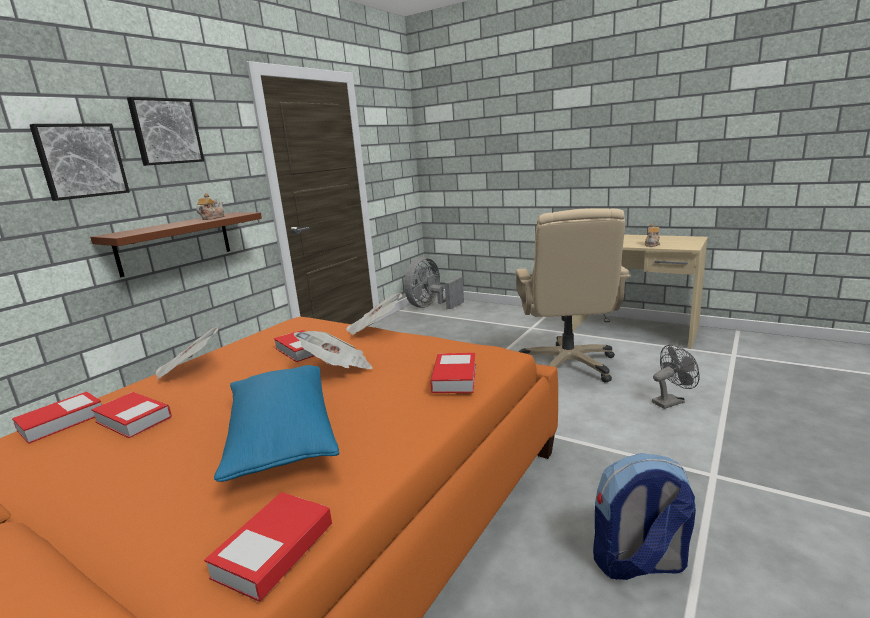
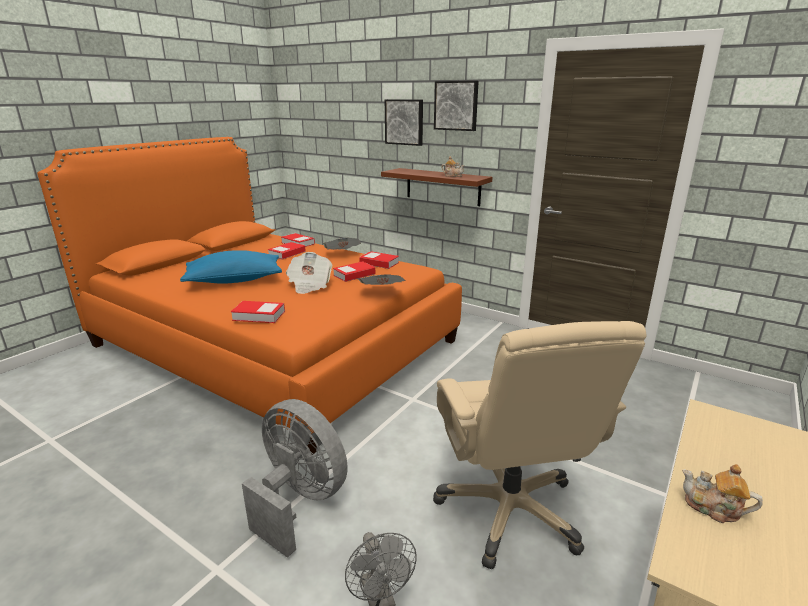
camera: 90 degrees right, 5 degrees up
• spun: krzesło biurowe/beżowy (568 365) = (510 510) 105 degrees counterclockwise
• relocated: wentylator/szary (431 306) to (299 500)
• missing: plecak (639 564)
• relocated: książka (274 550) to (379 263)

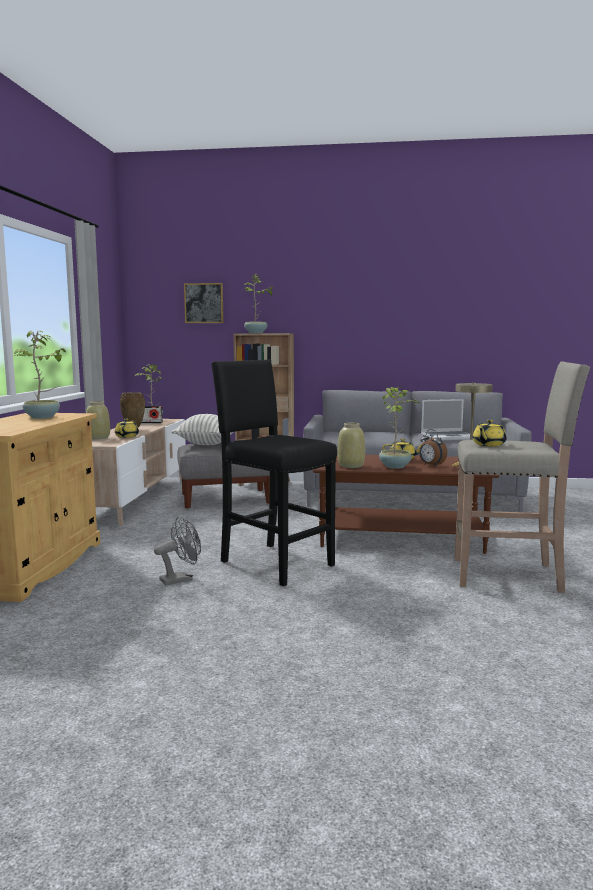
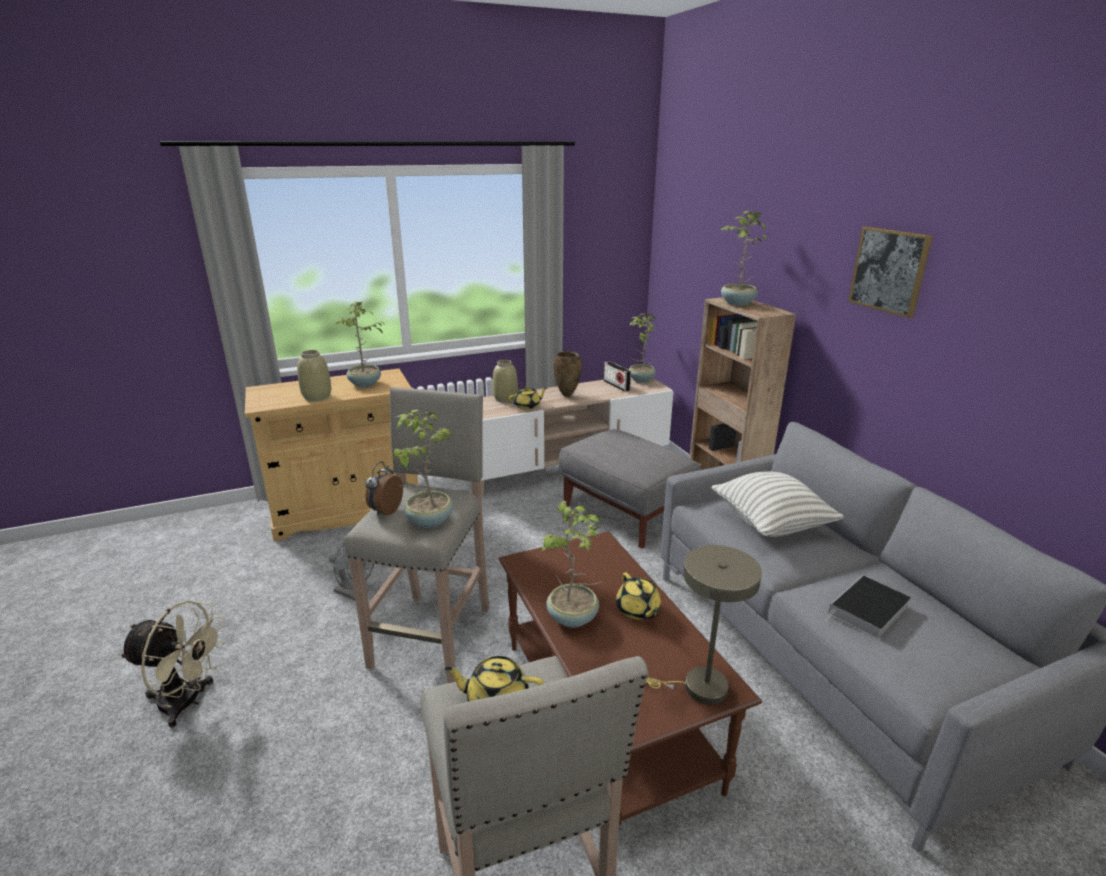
camera: 60 degrees right, 15 degrees up
• relocated: obraz (204 303) to (889 270)
• colour: stołek/czarny (275 563) to stołek/beżowy (434 634)
• exchanged: laptop (448 437) to książka (867 612)
• relocated: poduszka (207 444) to (771 524)
• relocated: wazon/beżowy (351 466) to (317 397)
• relocated: budzik (431 465) to (385 511)
• appeared: roślina doniczkowa (428 520)
• appeared: wentylator/beżowy (188 702)

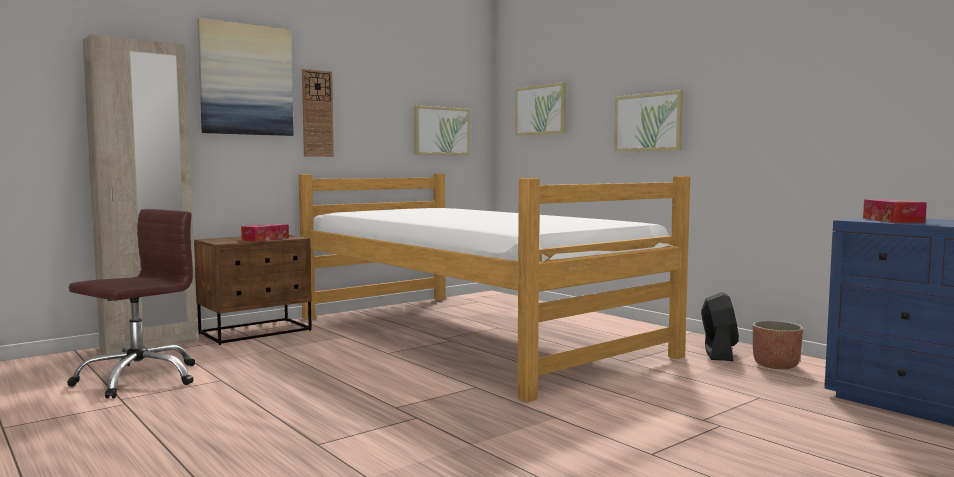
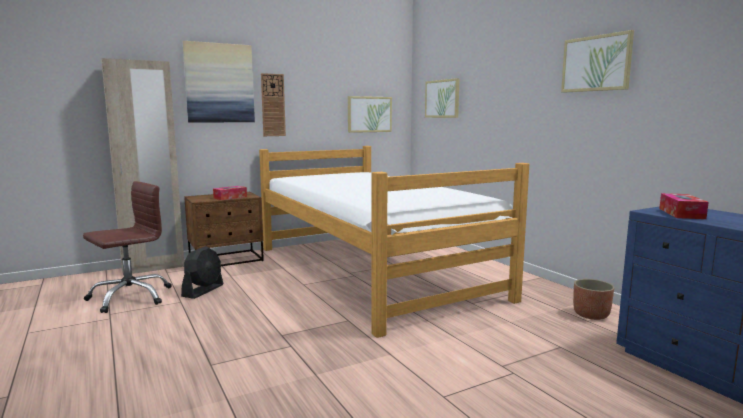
camera: 10 degrees right, 5 degrees up
• relocated: obraz (648 122) to (596 63)
• relocated: wentylator/czarny (718 353) to (203 290)

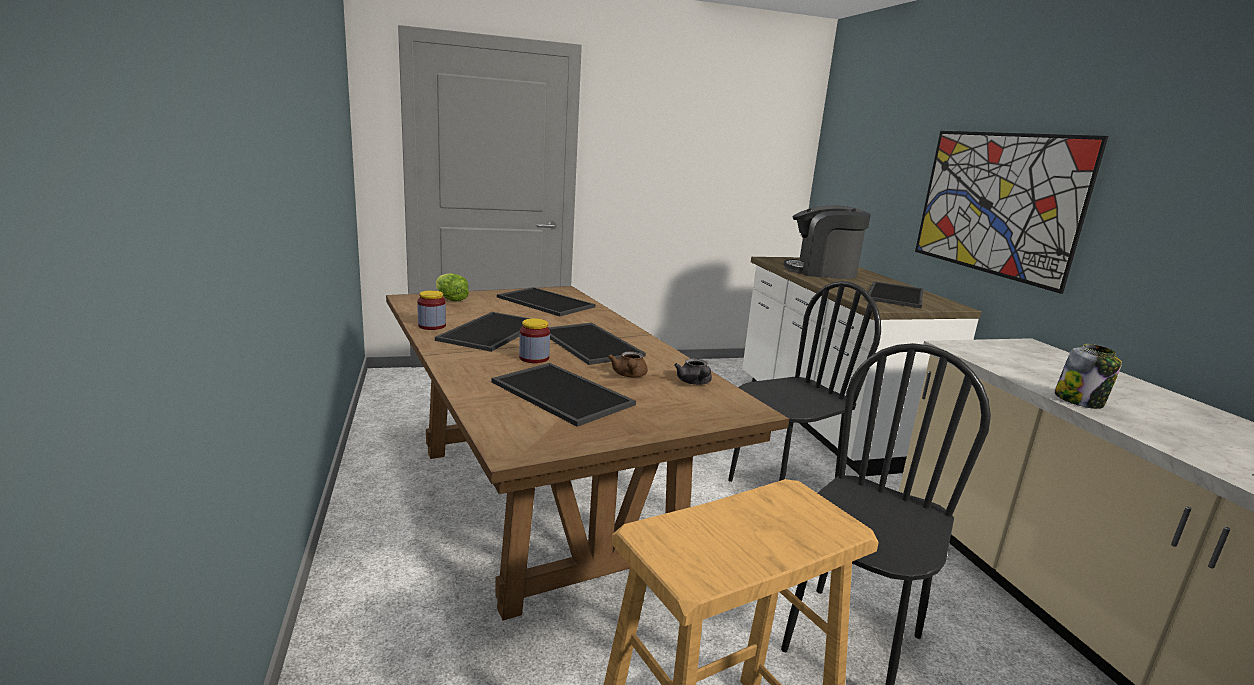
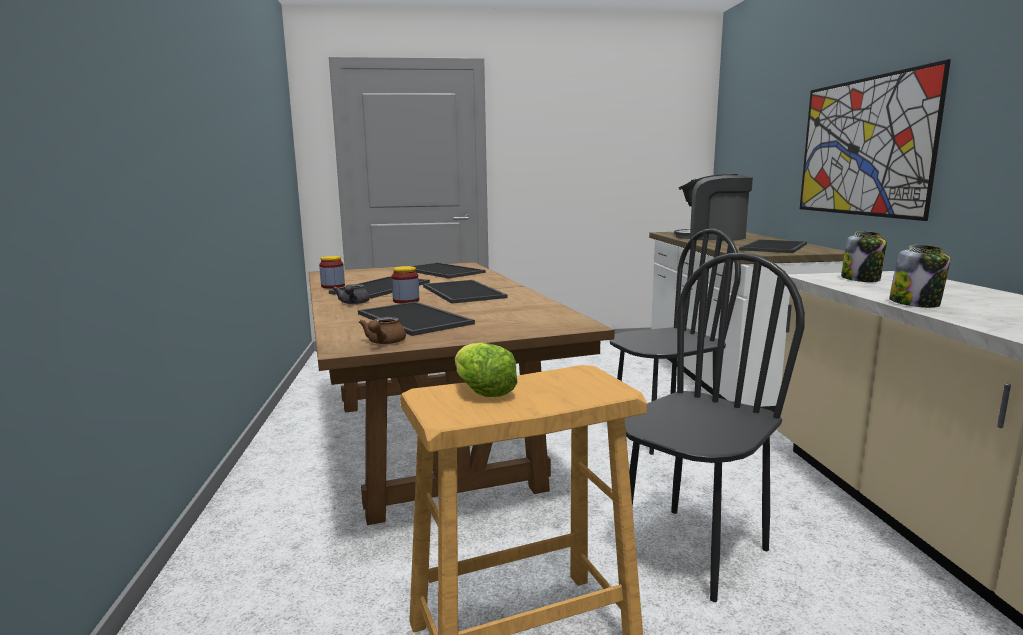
camera: 10 degrees right, 5 degrees down
• relocated: sałata (450 298) to (482 390)
• relocated: imbryk/brązowy (629 375) to (383 343)
• relocated: imbryk/szary (695 383) to (353 303)
• appeared: słoik (861 279)

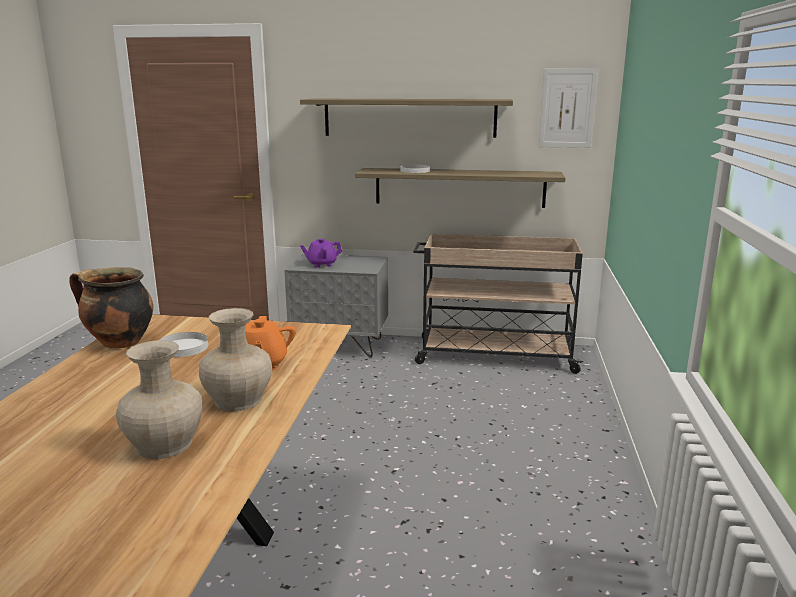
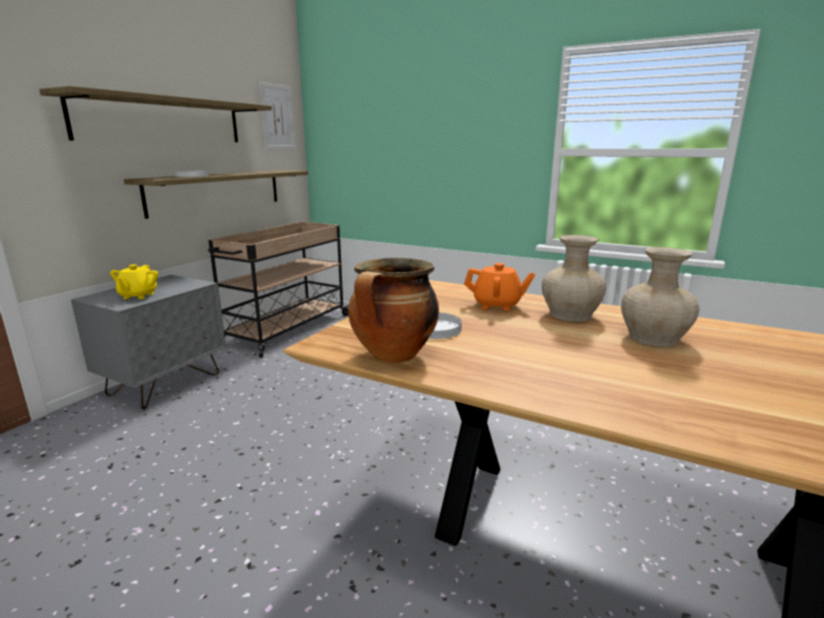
camera: 70 degrees left, 0 degrees up
• colour: imbryk/fioletowy (321 264) to imbryk/żółty (138 296)

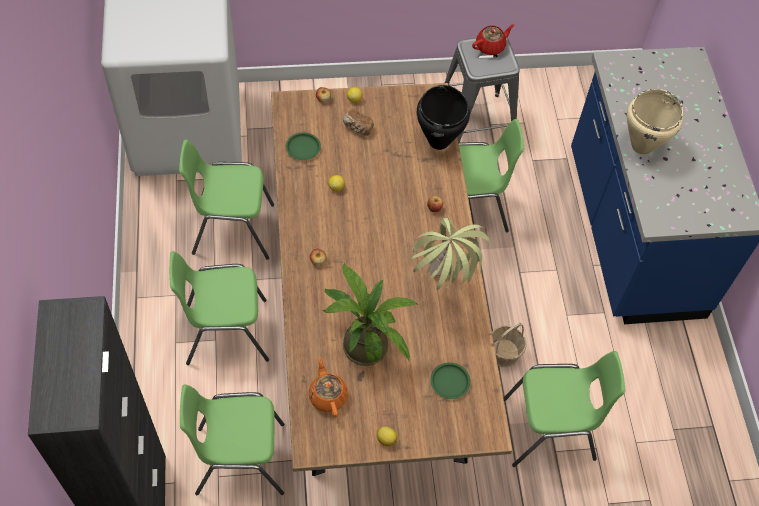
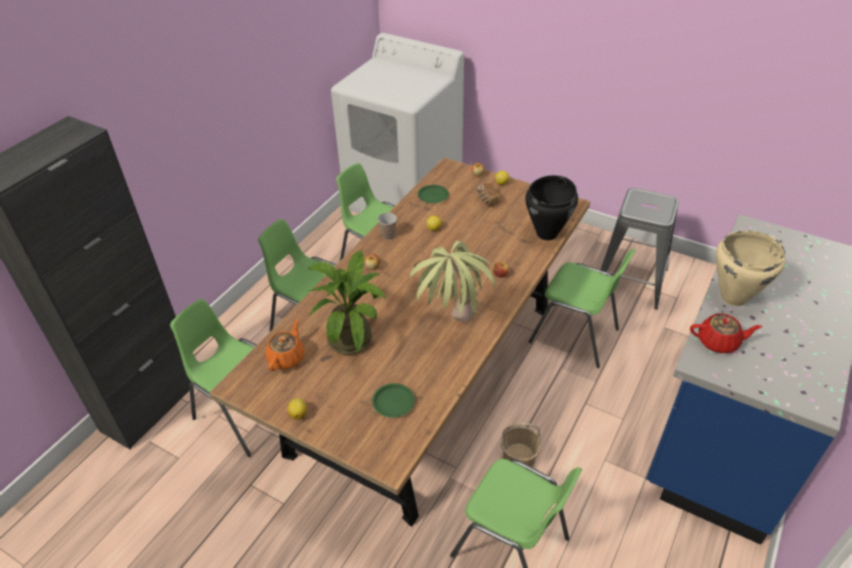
camera: 40 degrees right, 15 degrees down
• relocated: imbryk/czerwony (491 46) to (719 342)
• appeared: filiżanka (388 235)

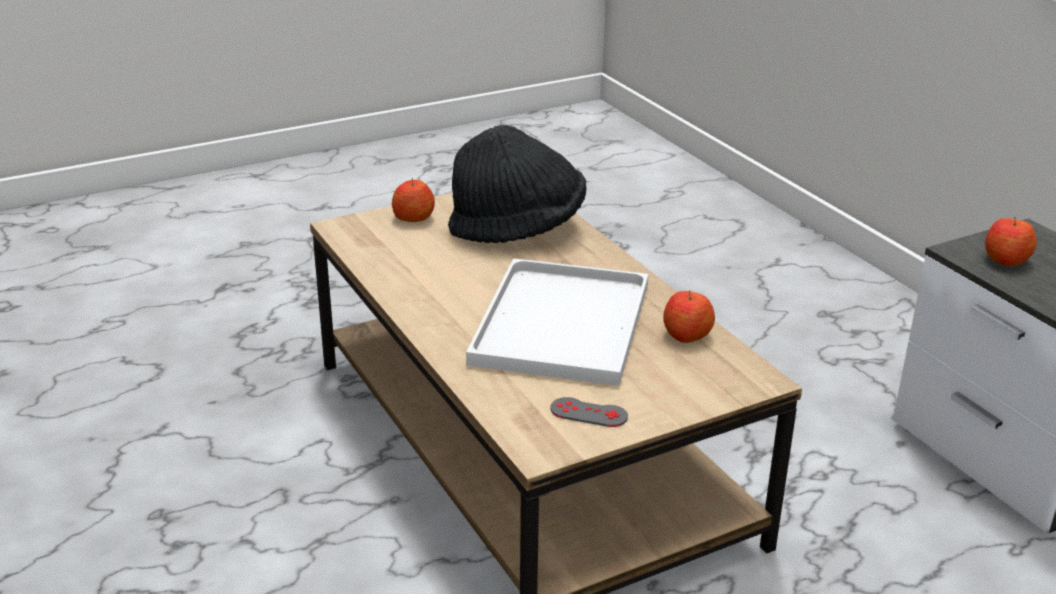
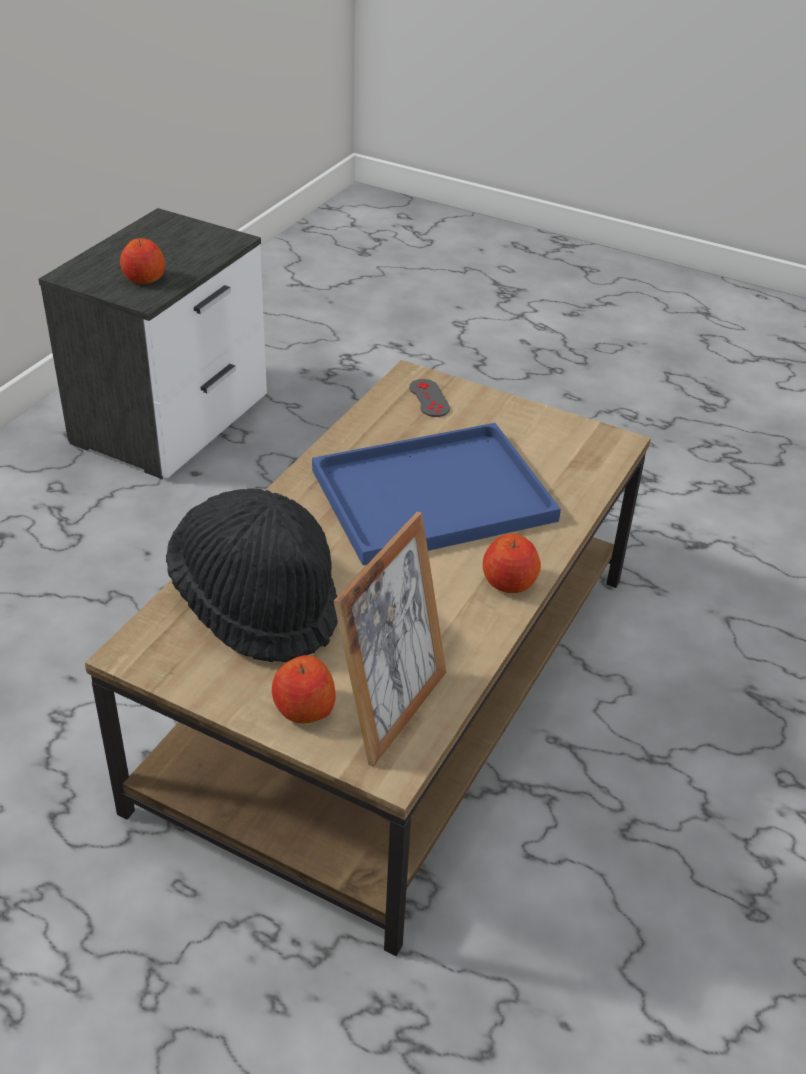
camera: 125 degrees left, 10 degrees up
• colour: taca/biały (560 321) to taca/niebieski (429 497)
• relocated: jabłko (686 335) to (509 582)
• relocated: pad do gier/szary (589 413) to (429 398)
• appeared: ramka na zdjęcie (392 709)

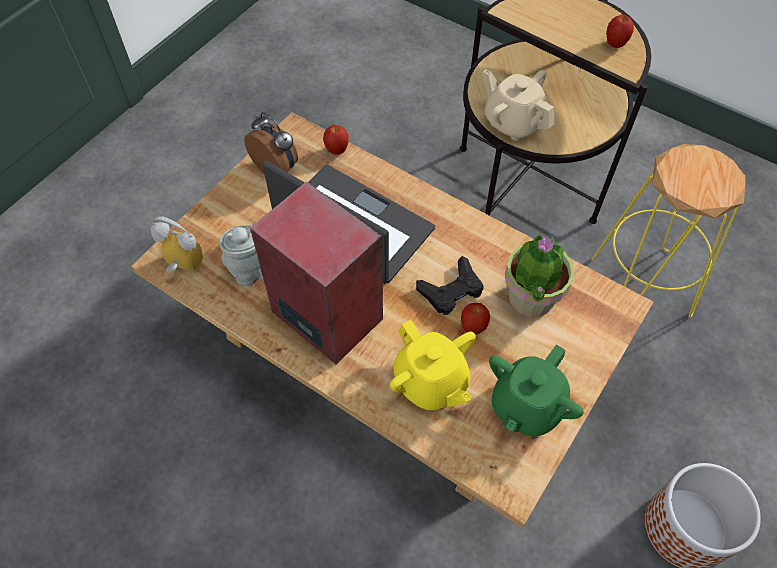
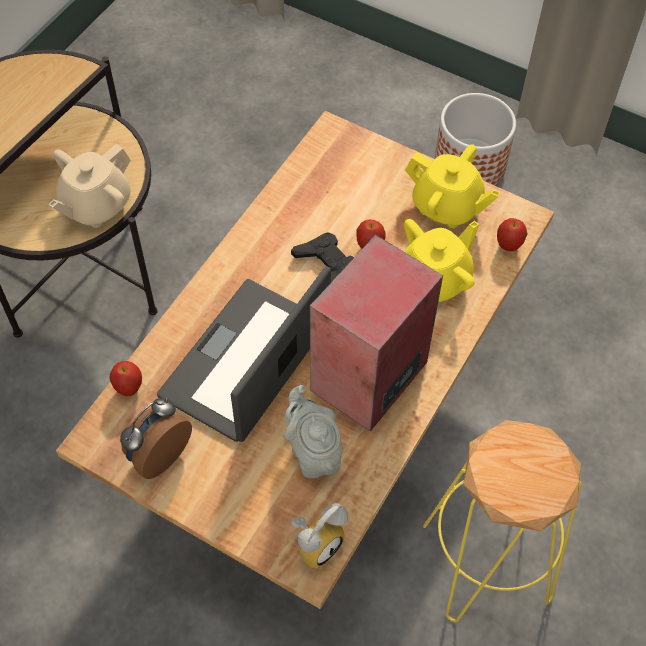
camera: 95 degrees left, 0 degrees up
• relocated: jabłko (615 45) to (508 246)
• relocated: stołek/żółty (641 287) to (487 561)
• spun: budzik (181 266) = (317 542) 150 degrees counterclockwise
• missing: roślina doniczkowa (530 298)
• colour: imbryk/zielony (526 406) to imbryk/żółty (447 207)

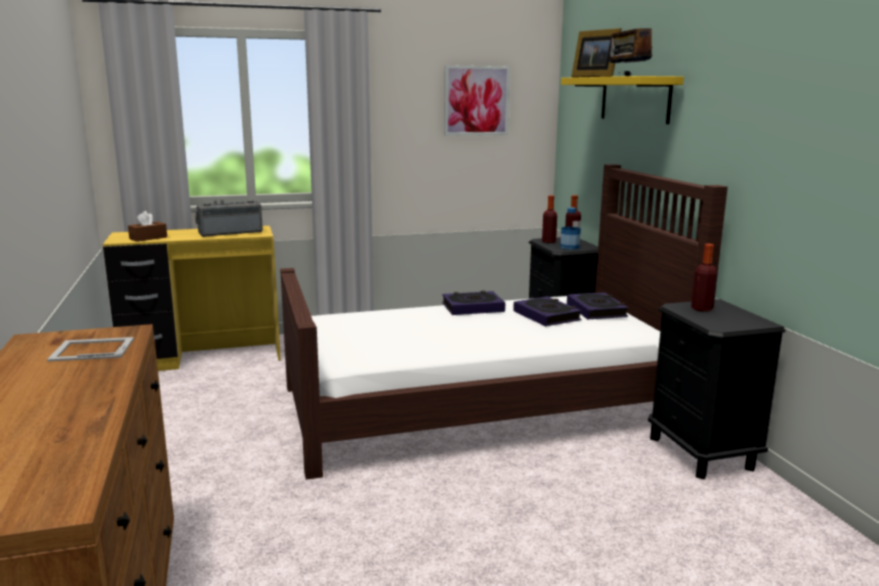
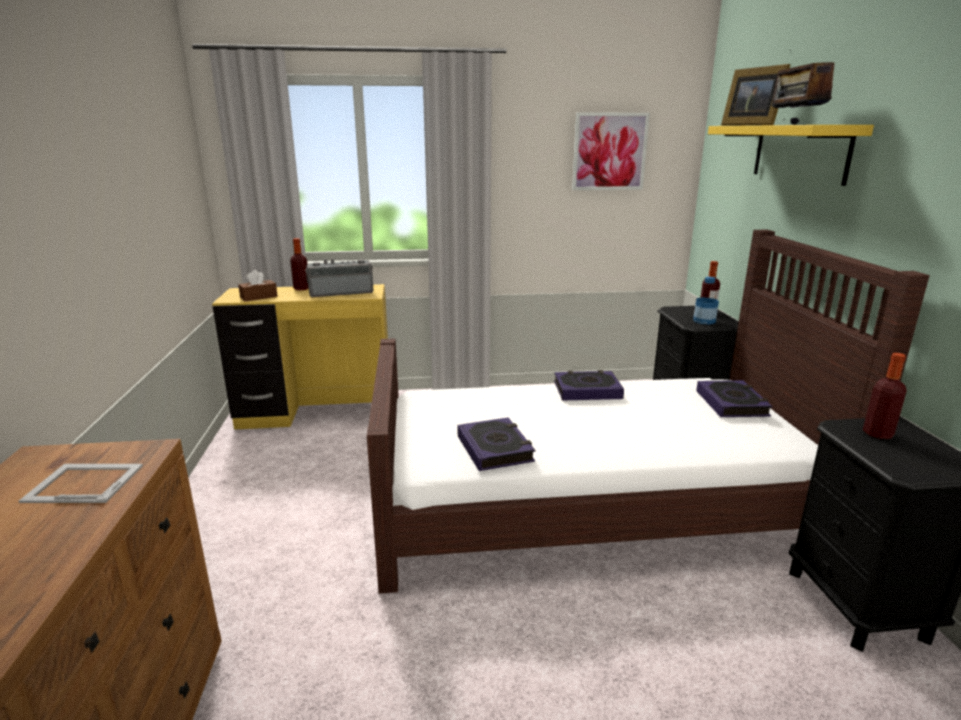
camera: 10 degrees right, 5 degrees up
• relocated: butelka (548 241) to (301 288)
• relocated: książka (546 316) to (495 449)

